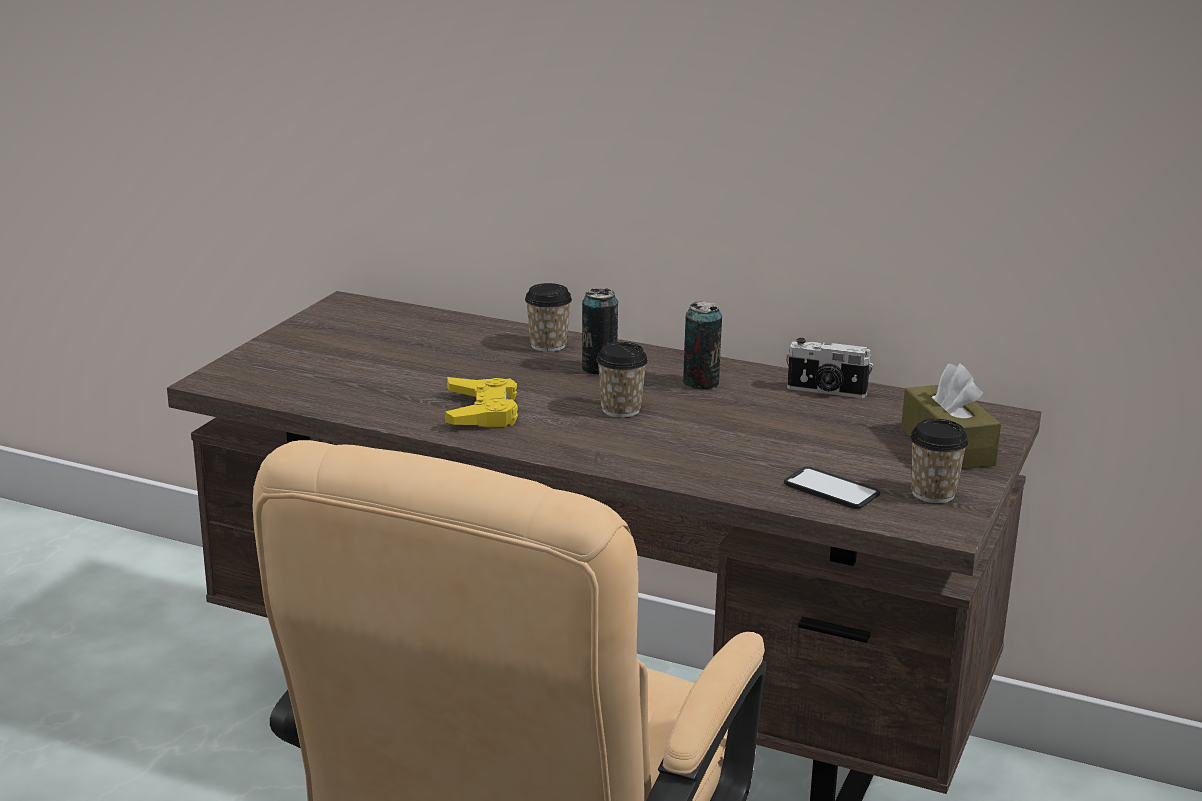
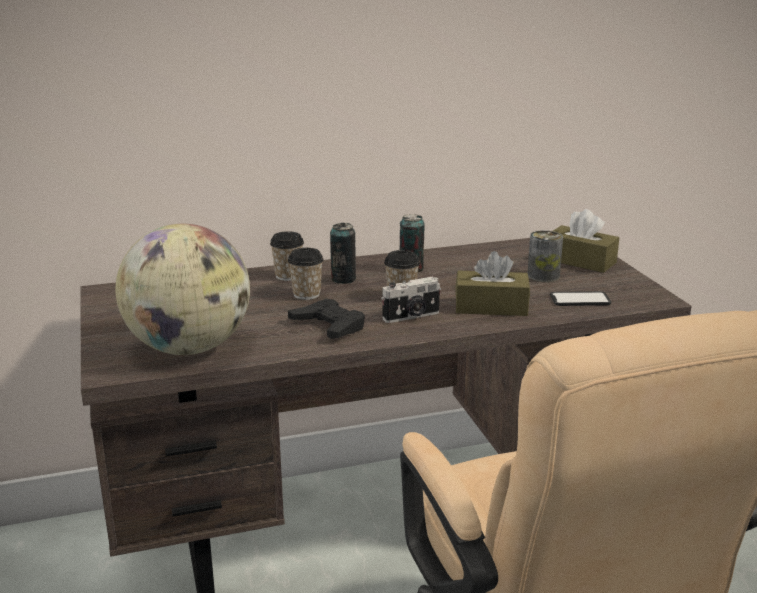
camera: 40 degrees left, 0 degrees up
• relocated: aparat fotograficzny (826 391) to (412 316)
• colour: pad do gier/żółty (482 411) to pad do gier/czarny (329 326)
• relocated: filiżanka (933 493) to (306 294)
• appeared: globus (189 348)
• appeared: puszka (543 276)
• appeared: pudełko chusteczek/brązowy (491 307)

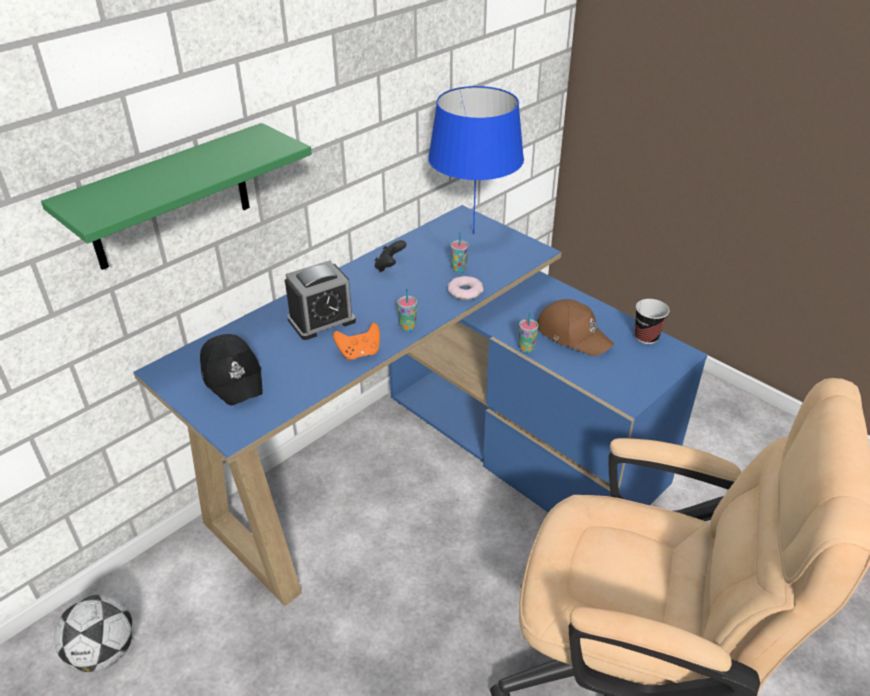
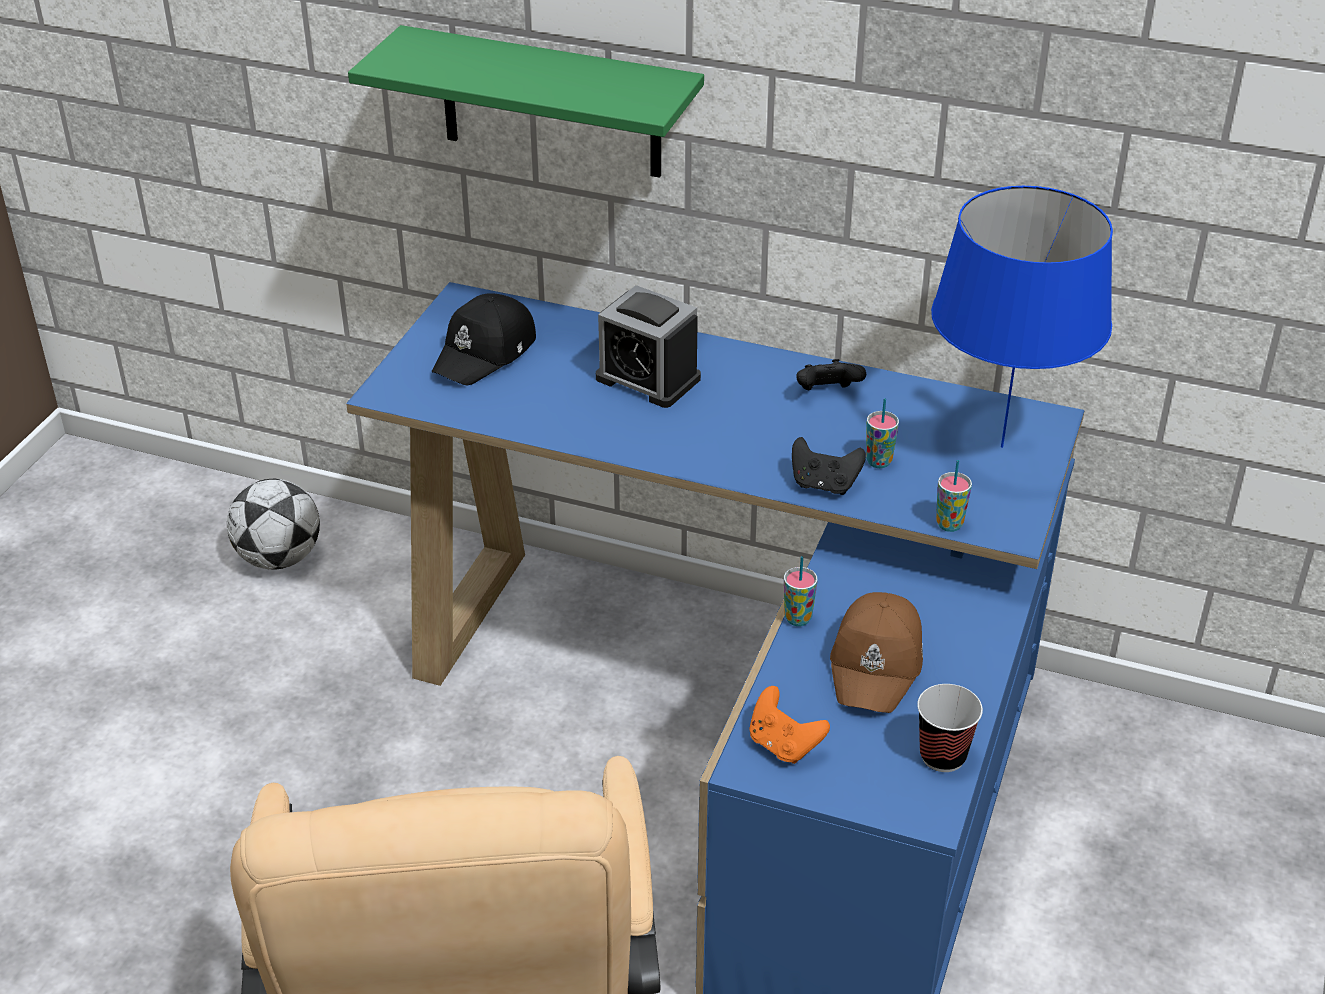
camera: 65 degrees right, 0 degrees up
• exchanged: donut (465 291) to pad do gier/czarny (824 485)
• relocated: filiżanka (408 327) to (949 524)
• relocated: pad do gier/pomarańczowy (359 353) to (783 745)

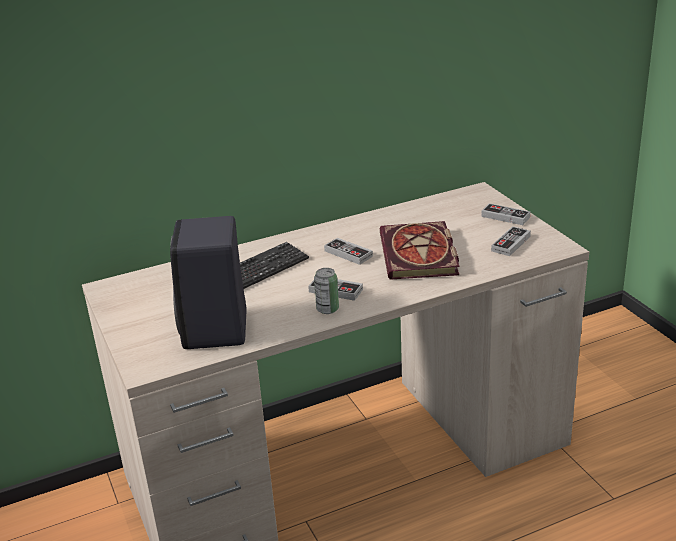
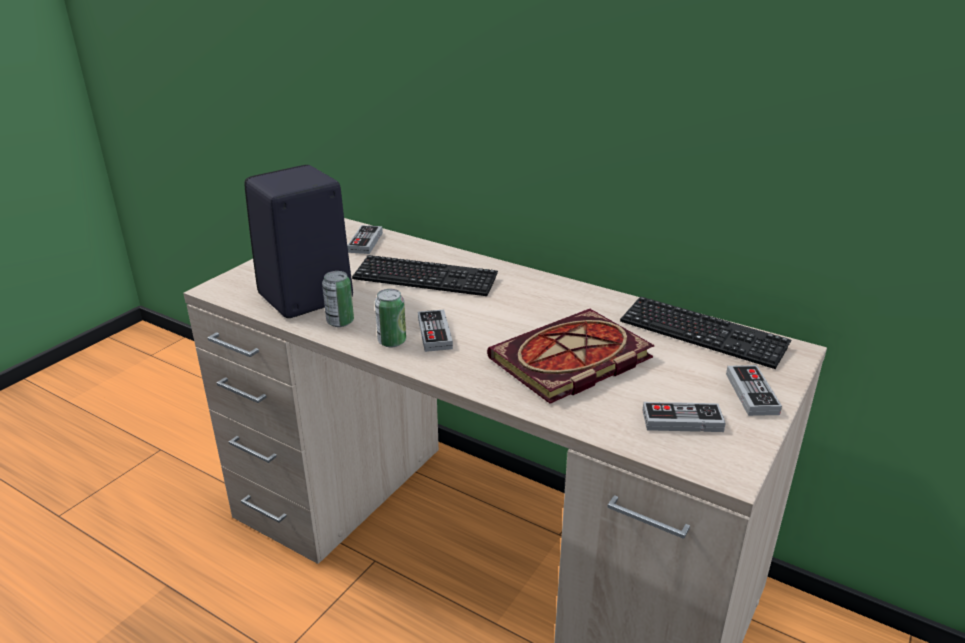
camera: 55 degrees right, 0 degrees up
• relocated: pad do gier (348 254) to (365 242)
• appeared: puszka (340 322)
• appeared: klawiatura (702 334)

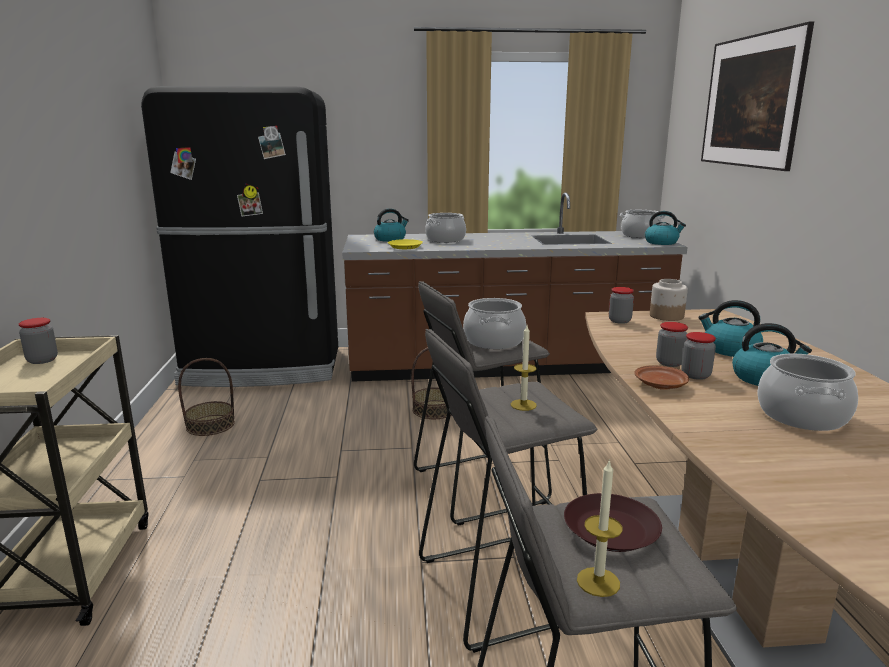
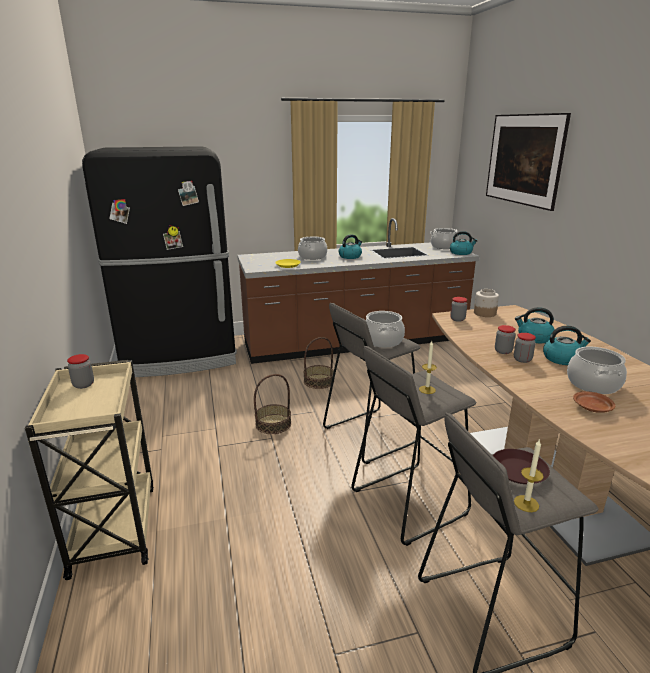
camera: 10 degrees left, 5 degrees up
• relocated: czajnik (390 239) to (350 256)
• relocated: koszyk (210 425) to (273 424)
• relocated: talerz/brązowy (660 385) to (592 408)

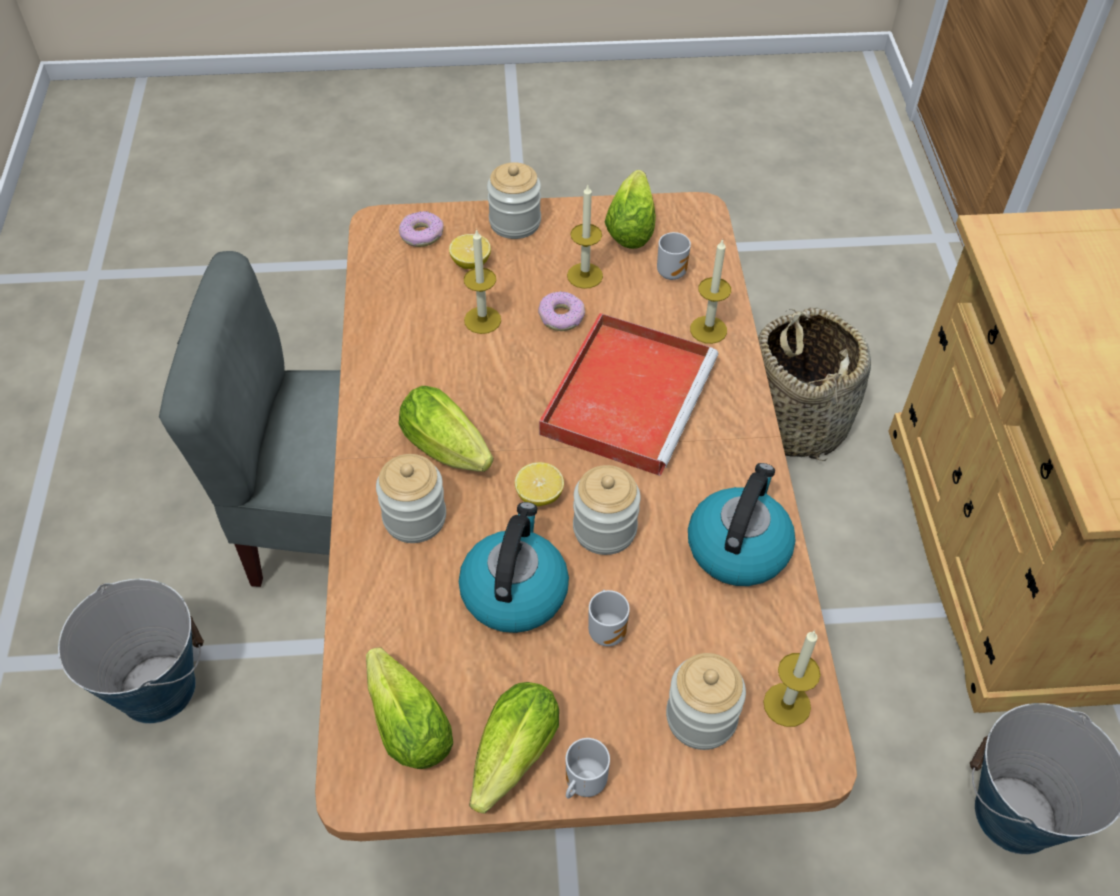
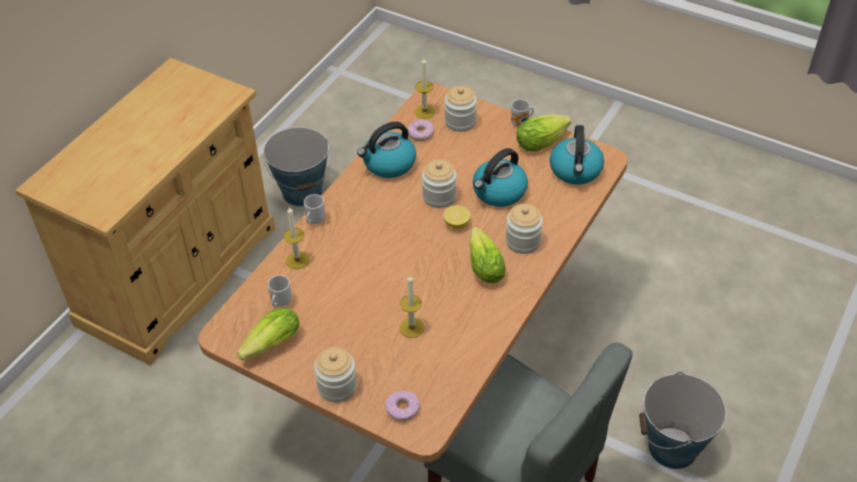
camera: 145 degrees left, 5 degrees down
• missing: świeca (585 275)
• missing: cytryna (471 262)
• relocated: donut (561 316) to (420 133)
• missing: koszyk (793 420)
• missing: taca/czerwony (628 395)
• relocated: kubek (608 631) to (314 220)
• exchanged: sałata (405 718) to czajnik (576 170)

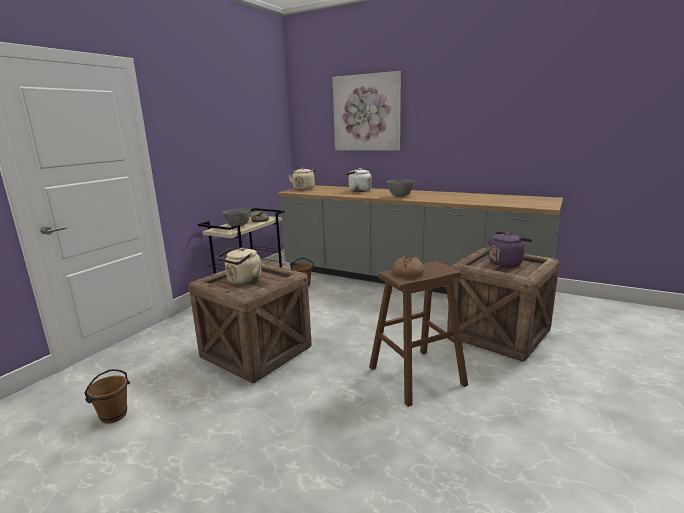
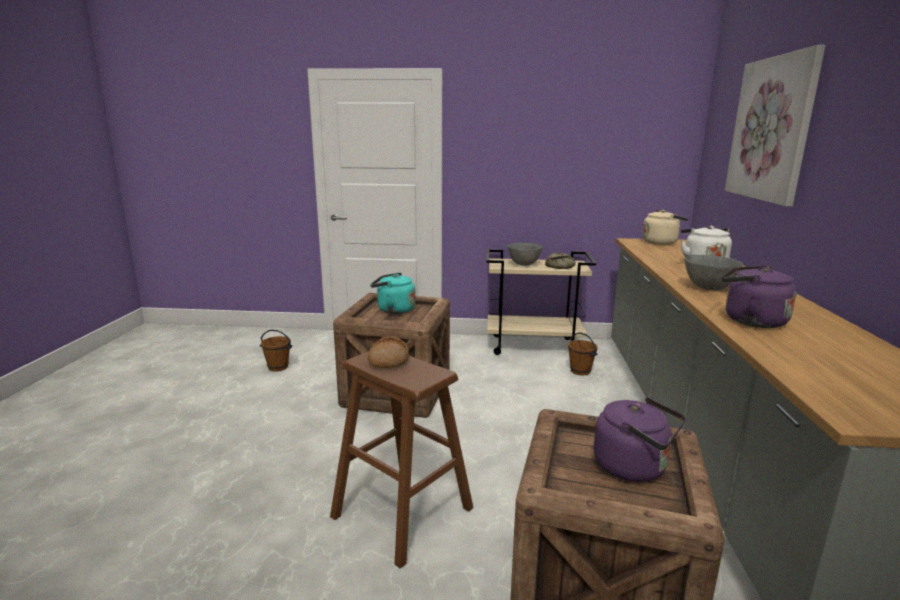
camera: 65 degrees right, 0 degrees up
• colour: czajnik/beżowy (243 281) to czajnik/turkusowy (393 310)
• appeared: czajnik/fioletowy (750 321)

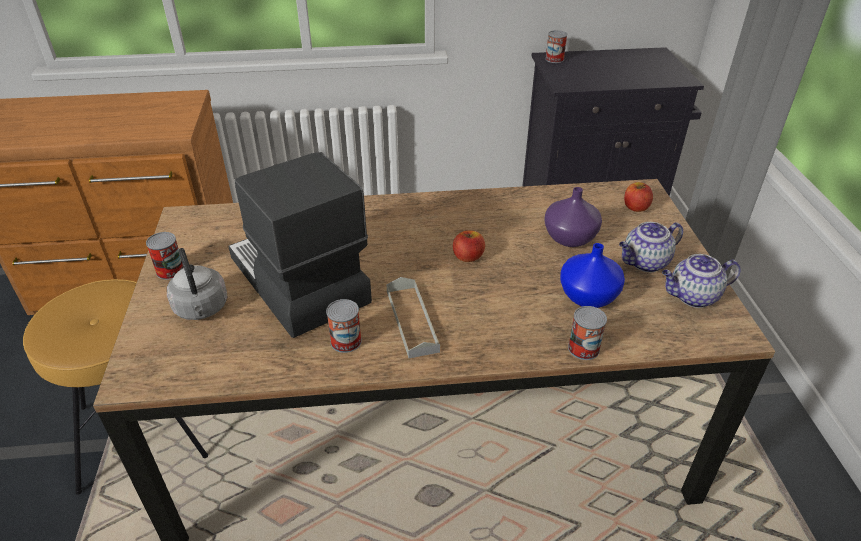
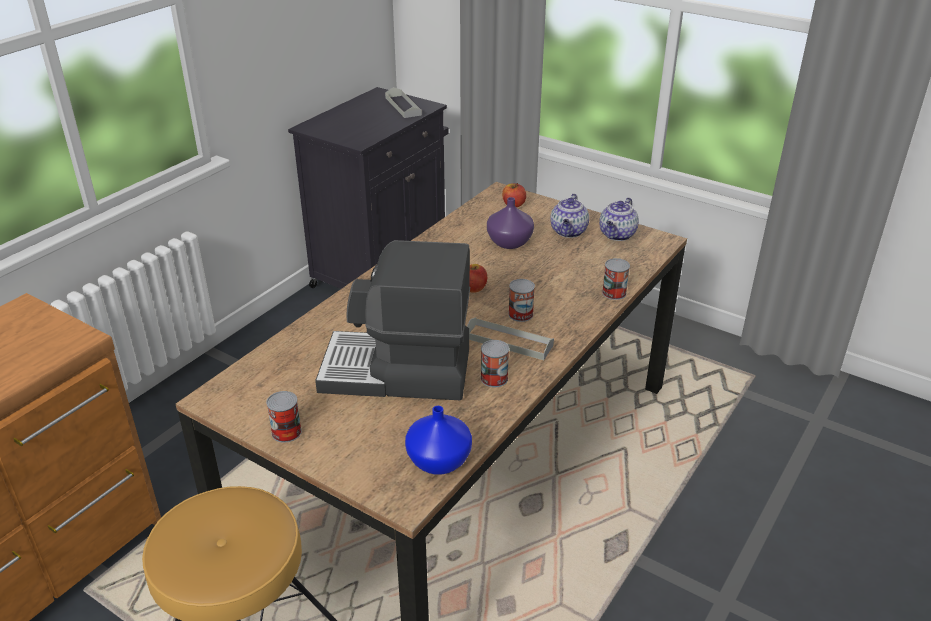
camera: 50 degrees left, 5 degrees down
• relocated: puszka (554 59) to (520 314)
• relocated: wazon/niebieski (586 296) to (437 461)
• missing: czajnik/szary (202 309)
• appeared: taca/szary (403 106)

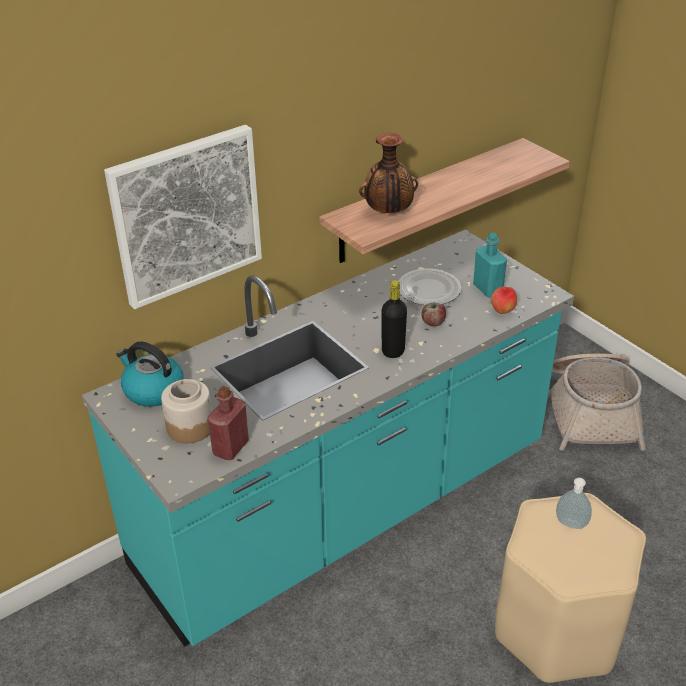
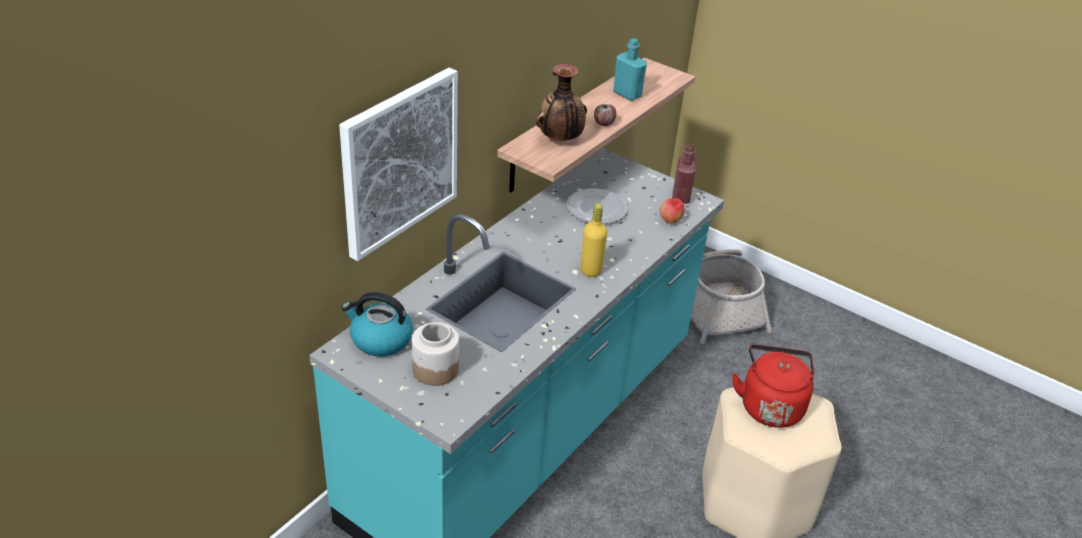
camera: 20 degrees left, 0 degrees up
• relocated: butelka/turkusowy (487 289) to (627 94)
• colour: butelka/czarny (393 351) to butelka/żółty (590 270)
• relocated: jabłko (433 323) to (603 123)
• relocated: butelka/czerwony (230 448) to (681 196)
• exchanged: dozownik mydła (570 525) to czajnik/czerwony (770 405)

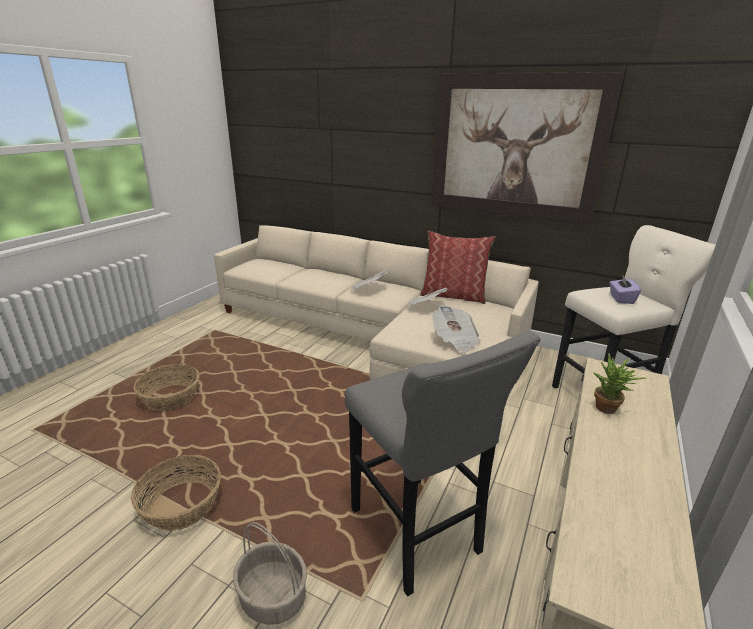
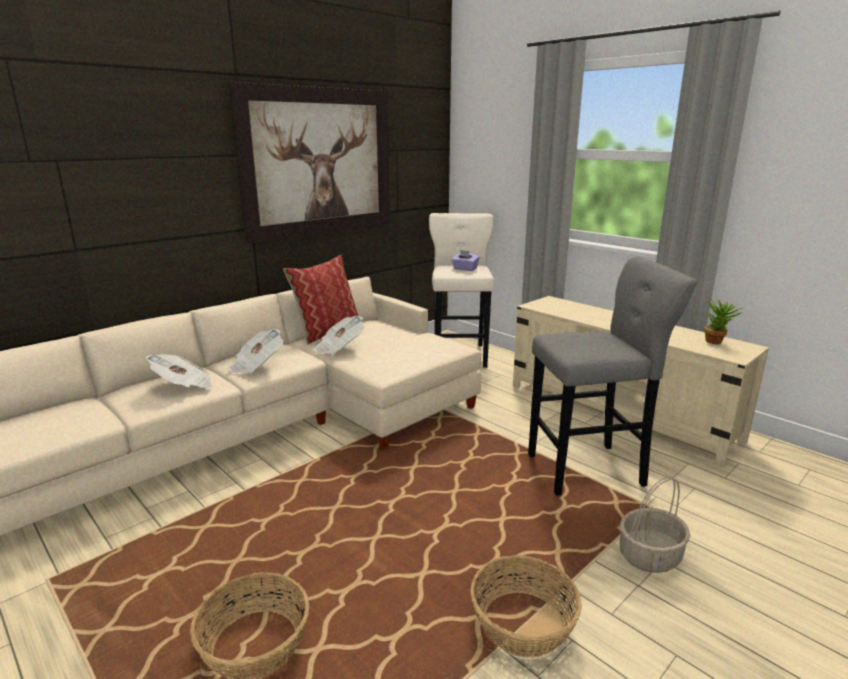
camera: 70 degrees left, 5 degrees down
• relocated: gazeta (455 340) to (184 386)
• relocated: roślina doniczkowa (608 410) to (717 341)

